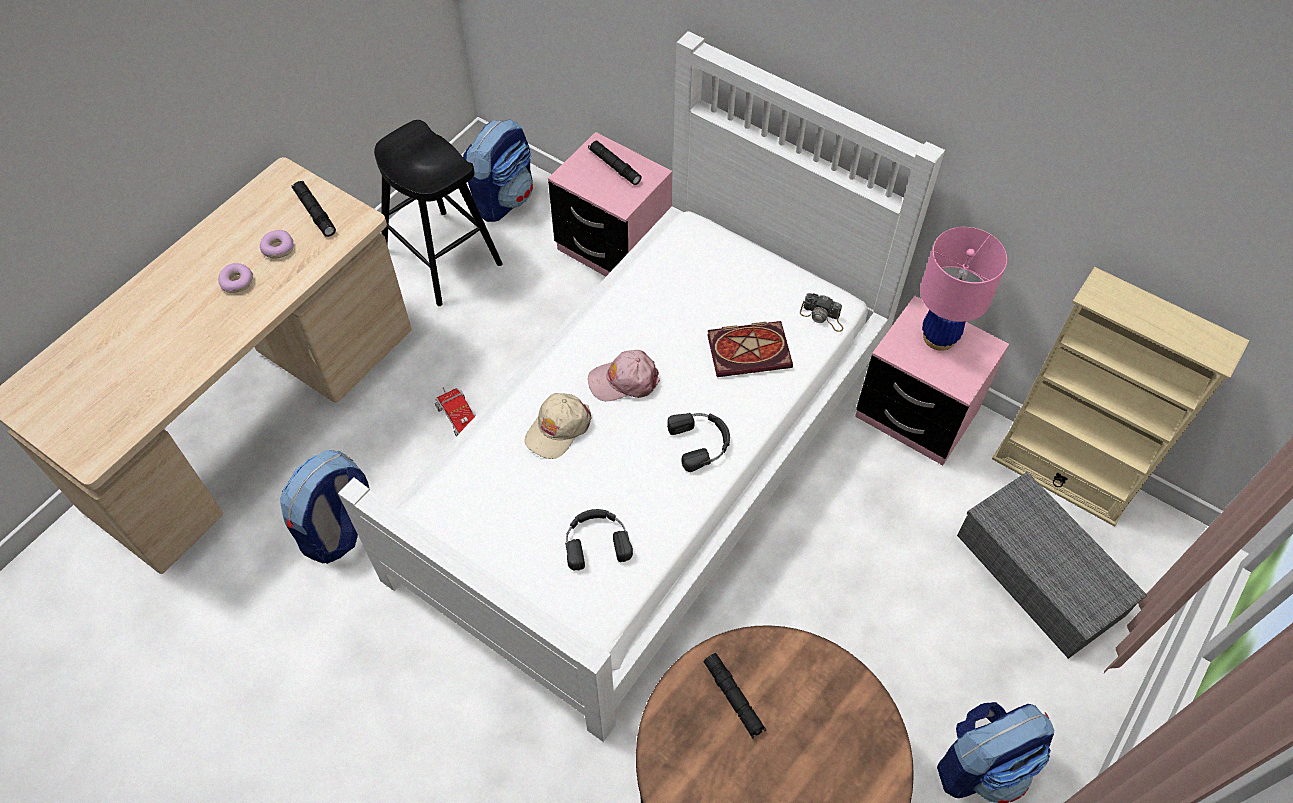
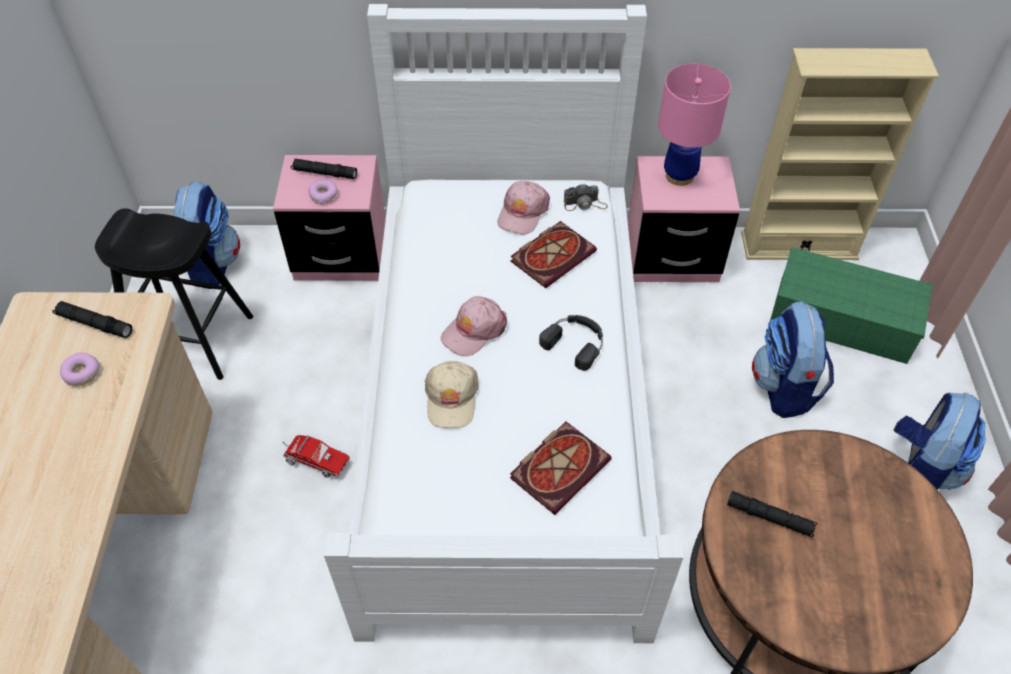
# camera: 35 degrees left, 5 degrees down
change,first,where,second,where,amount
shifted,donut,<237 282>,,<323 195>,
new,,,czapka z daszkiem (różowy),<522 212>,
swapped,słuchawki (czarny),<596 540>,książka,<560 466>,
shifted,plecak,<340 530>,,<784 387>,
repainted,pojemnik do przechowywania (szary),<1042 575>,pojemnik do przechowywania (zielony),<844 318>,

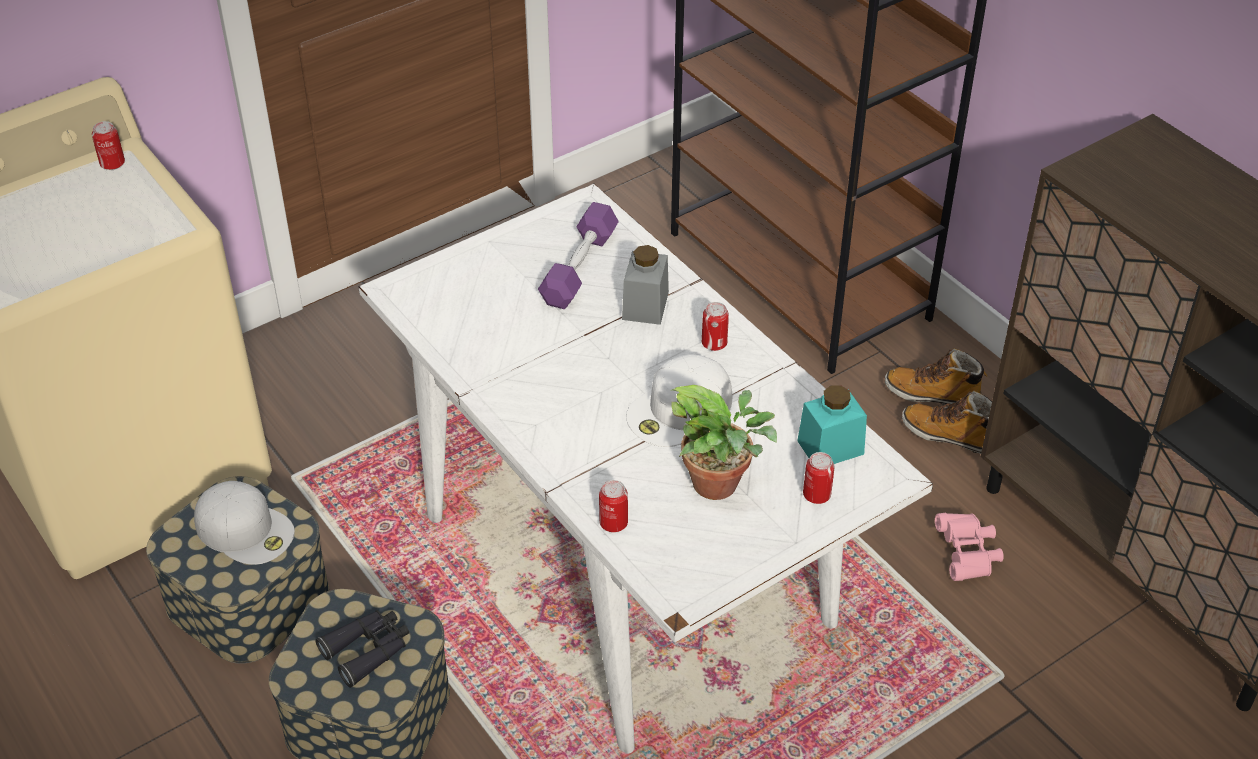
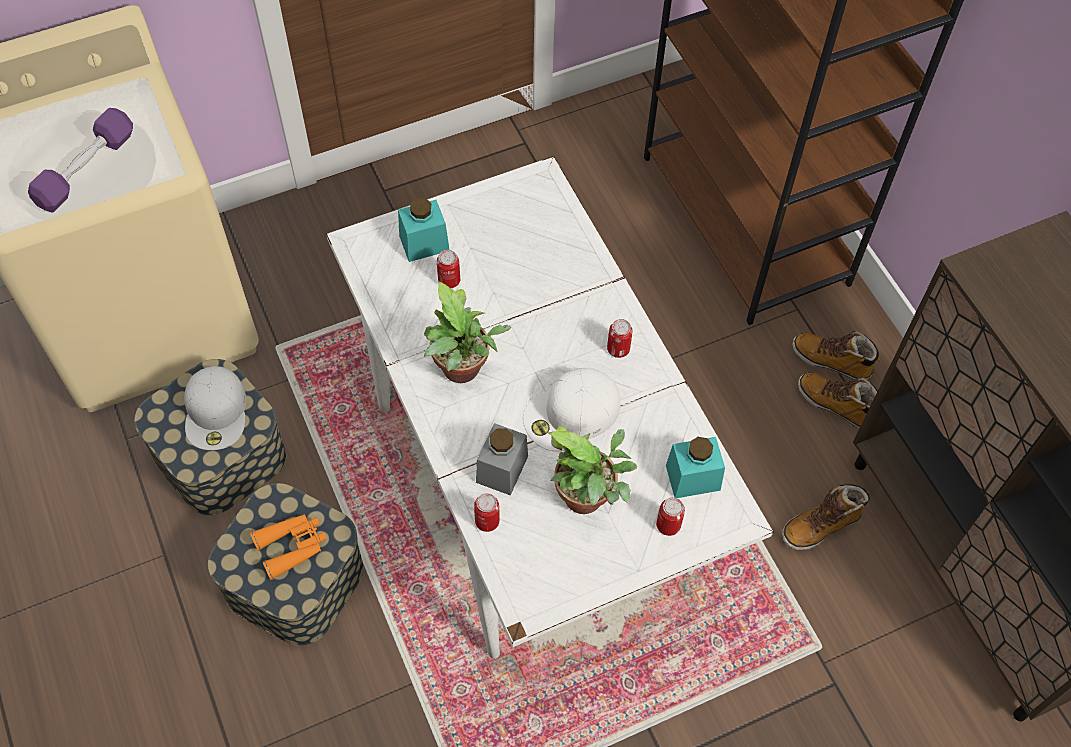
# camera: 10 degrees right, 15 degrees up
change,first,where,second,where,amount
shifted,hantel (fioletowy),<579 267>,,<86 169>,
rotated,czapka z daszkiem (biały),<245 529>,,<217 412>,45 degrees clockwise
repainted,lornetka (czarny),<368 650>,lornetka (pomarańczowy),<292 546>,
new,,,słoik (turkusowy),<424 243>,
new,,,roślina doniczkowa,<463 372>,
shifted,puszka,<112 164>,,<449 280>,
shifted,słoik (szary),<645 306>,,<502 469>,
swapped,lornetka (różowy),<967 555>,but z cholewką,<821 526>,

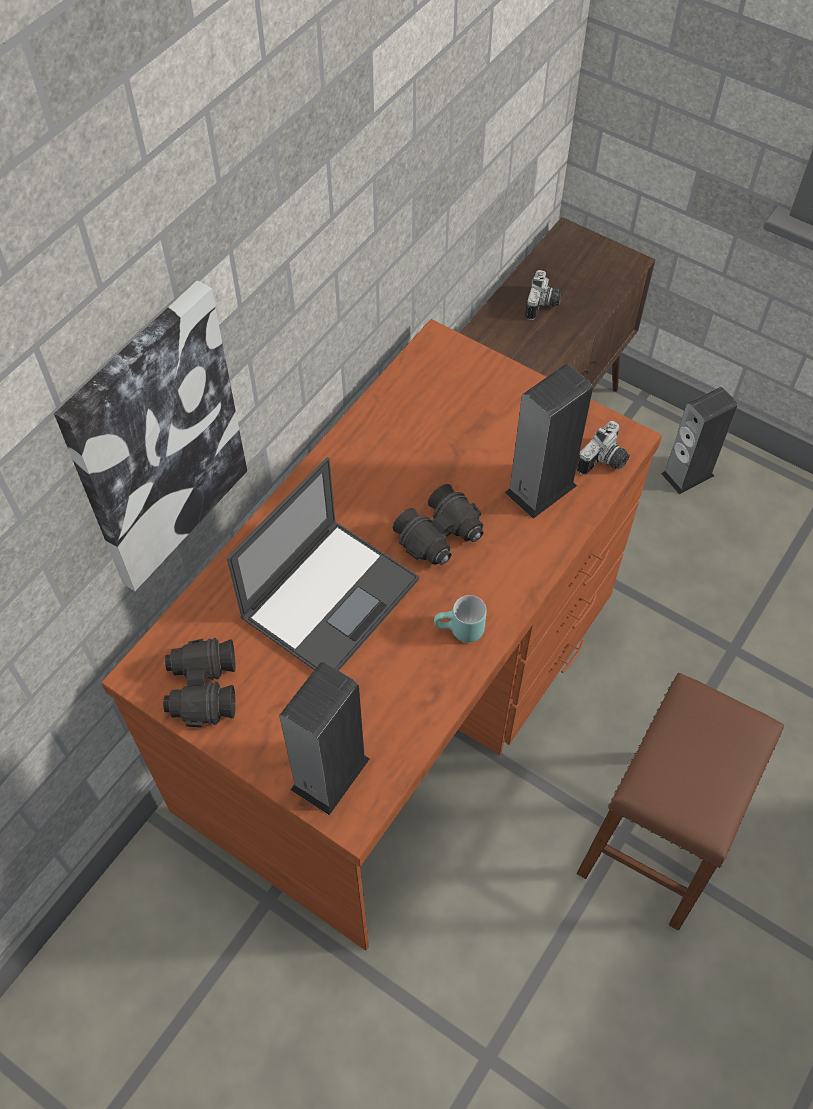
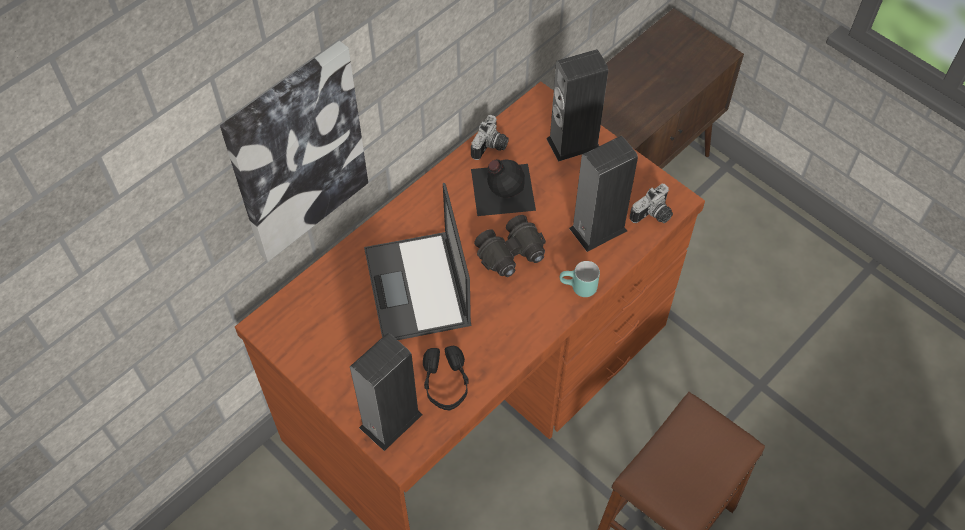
# camera: 10 degrees right, 0 degrees up
change,first,where,second,where,amount
rotated,laptop,<331 597>,,<418 288>,120 degrees clockwise
new,,,słuchawki (czarny),<446 383>,
shifted,aparat fotograficzny,<543 305>,,<491 147>,
new,,,butelka (czarny),<501 188>,
shifted,głośnik,<687 474>,,<573 143>,
shifted,kubek (turkusowy),<460 632>,,<578 289>,
gone,lornetka (czarny),<202 689>,,,

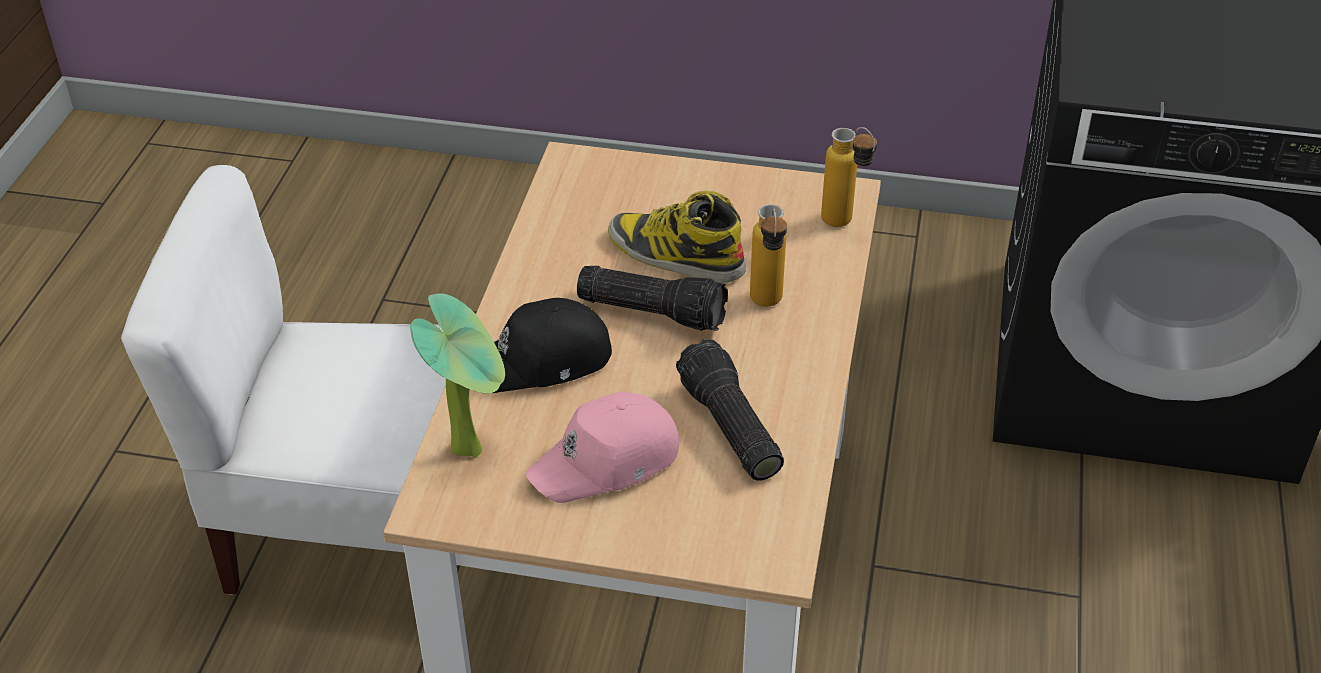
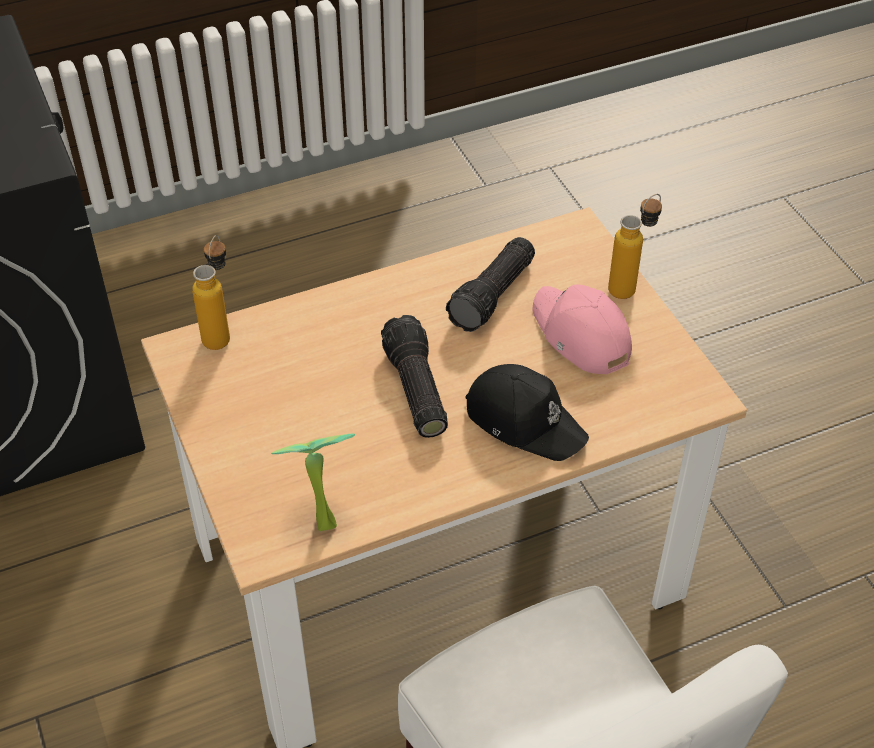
# camera: 125 degrees left, 5 degrees up
change,first,where,second,where,amount
shifted,roślina doniczkowa,<472 447>,,<320 520>,
rotated,czapka z daszkiem (różowy),<607 462>,,<580 335>,150 degrees counterclockwise
shifted,butelka,<767 306>,,<630 286>,
gone,but z cholewką,<675 255>,,,

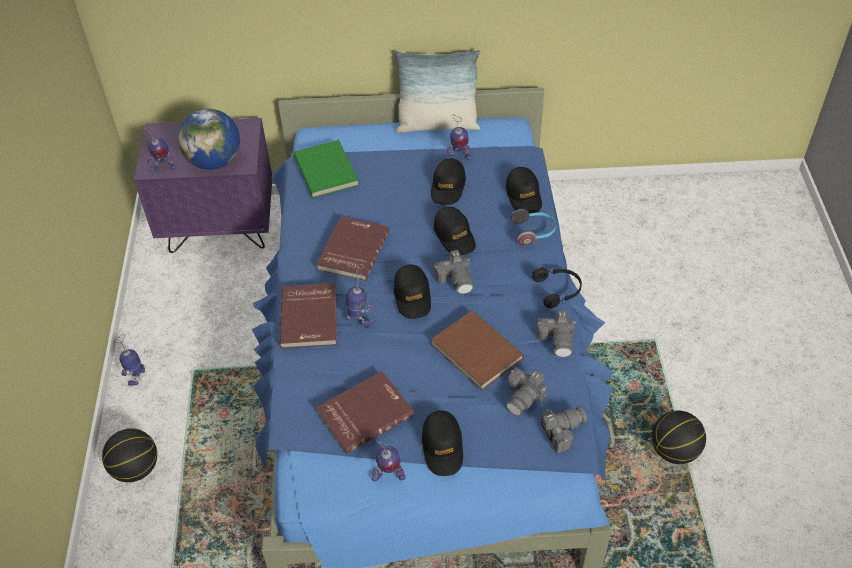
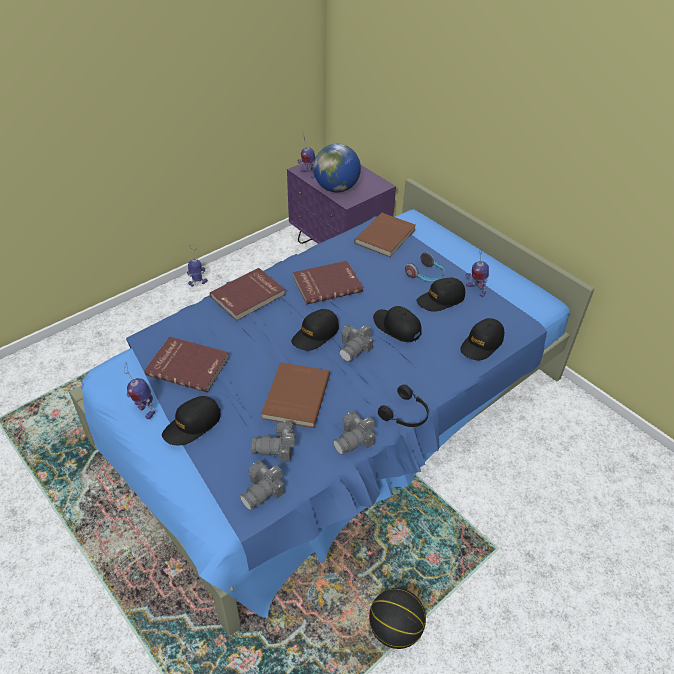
# camera: 50 degrees right, 5 degrees down
change,first,where,second,where,amount
rotated,aparat fotograficzny,<561 431>,,<263 491>,105 degrees clockwise
repainted,książka (zielony),<327 171>,książka (brązowy),<386 237>,
rotated,czapka z daszkiem (czarny),<454 236>,,<396 327>,105 degrees clockwise
shifted,słuchawki,<534 232>,,<426 275>,
gone,piłka do koszykówki,<136 468>,,,
gone,robot zabawkowy,<359 319>,,,
gone,poduszka,<437 124>,,,

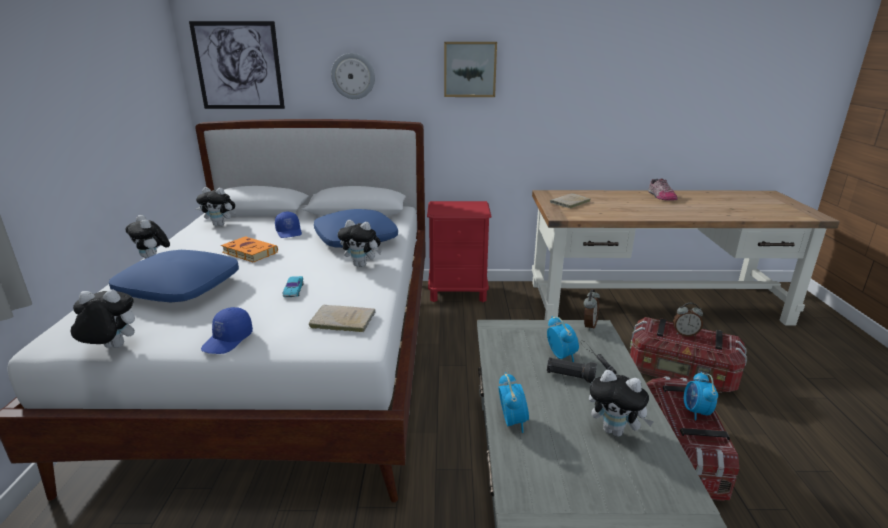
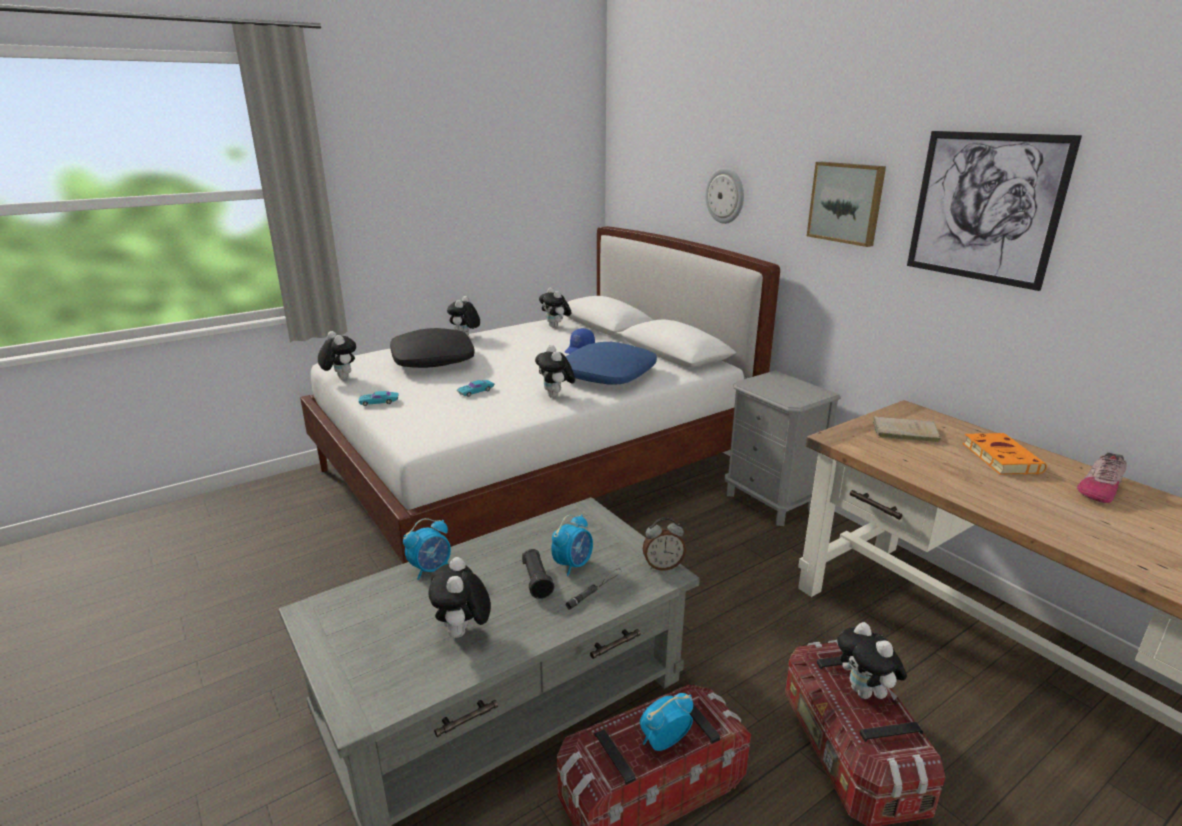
# camera: 55 degrees right, 0 degrees up
change,first,where,second,where,amount
swapped,czapka z daszkiem (niebieski),<228 340>,samochodzik (turkusowy),<379 402>,
repainted,poduszka (niebieski),<180 287>,poduszka (czarny),<433 359>,
repainted,szafka nocna (czerwony),<458 292>,szafka nocna (szary),<771 501>,
swapped,budzik,<685 334>,pluszak,<865 693>,
shifted,obraz,<238 66>,,<985 207>,
shifted,książka (pomarańczowy),<248 252>,,<999 457>,
gone,książka (beżowy),<341 320>,,,

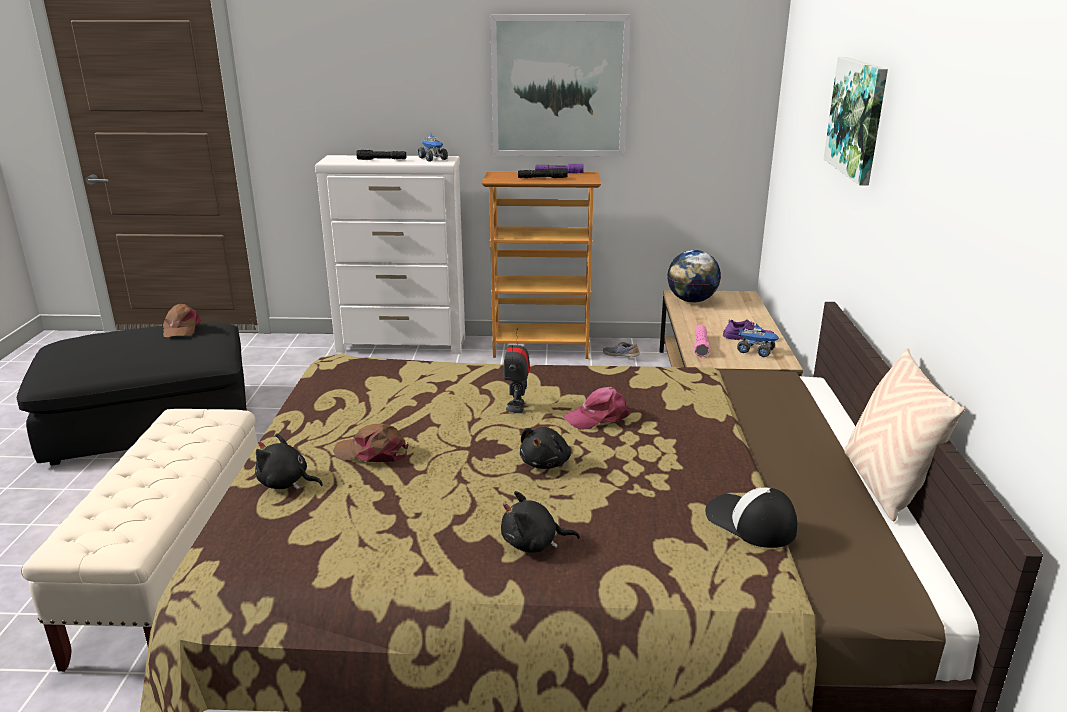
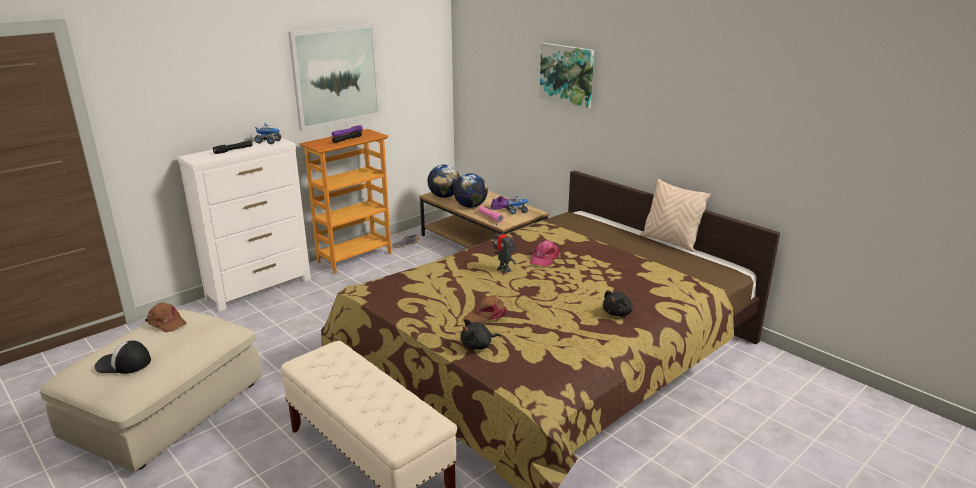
# camera: 45 degrees left, 0 degrees up
change,first,where,second,where,amount
repainted,pufa (czarny),<152 422>,pufa (beżowy),<166 409>,
shifted,czapka z daszkiem,<750 522>,,<123 363>,
new,,,globus,<470 206>,
gone,pluszak (czarny),<546 463>,,,

